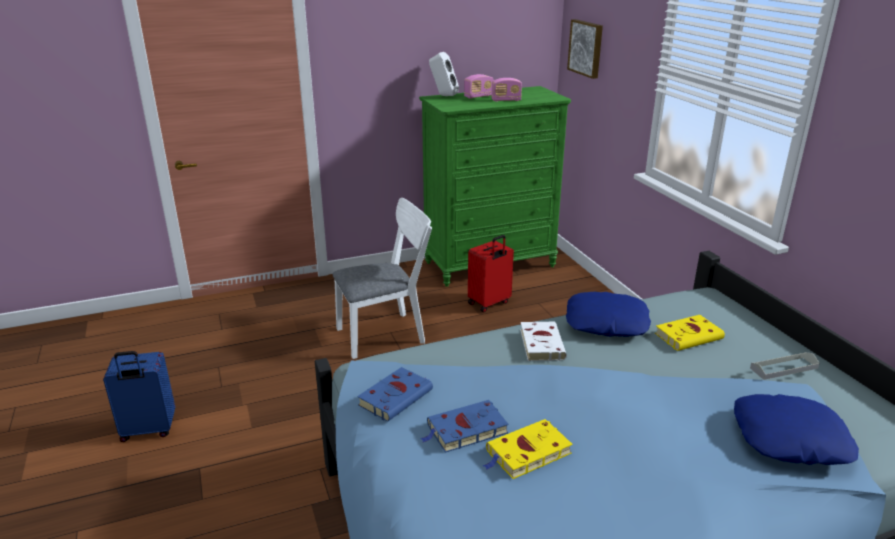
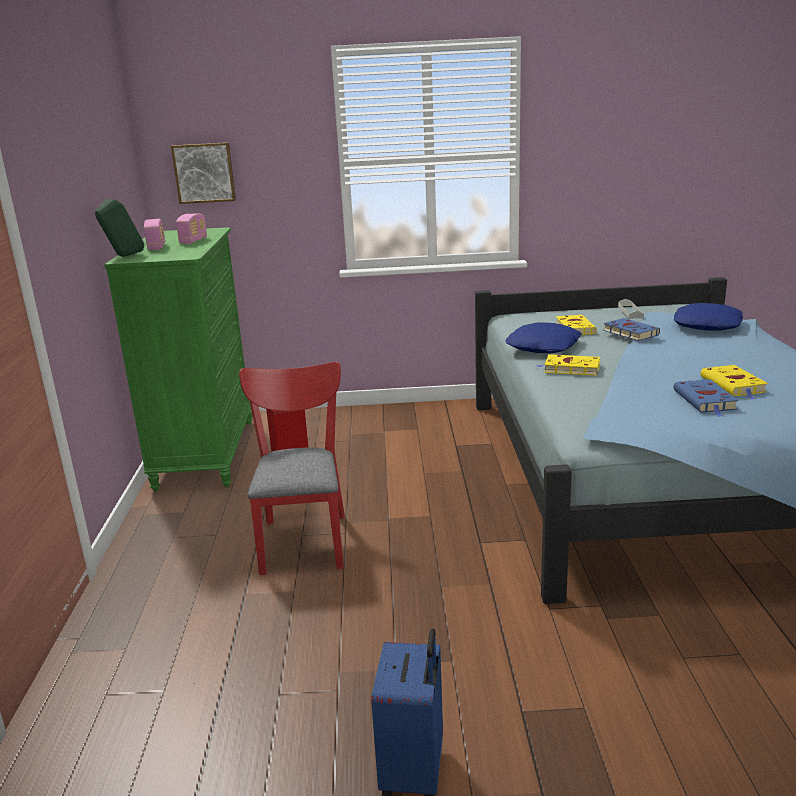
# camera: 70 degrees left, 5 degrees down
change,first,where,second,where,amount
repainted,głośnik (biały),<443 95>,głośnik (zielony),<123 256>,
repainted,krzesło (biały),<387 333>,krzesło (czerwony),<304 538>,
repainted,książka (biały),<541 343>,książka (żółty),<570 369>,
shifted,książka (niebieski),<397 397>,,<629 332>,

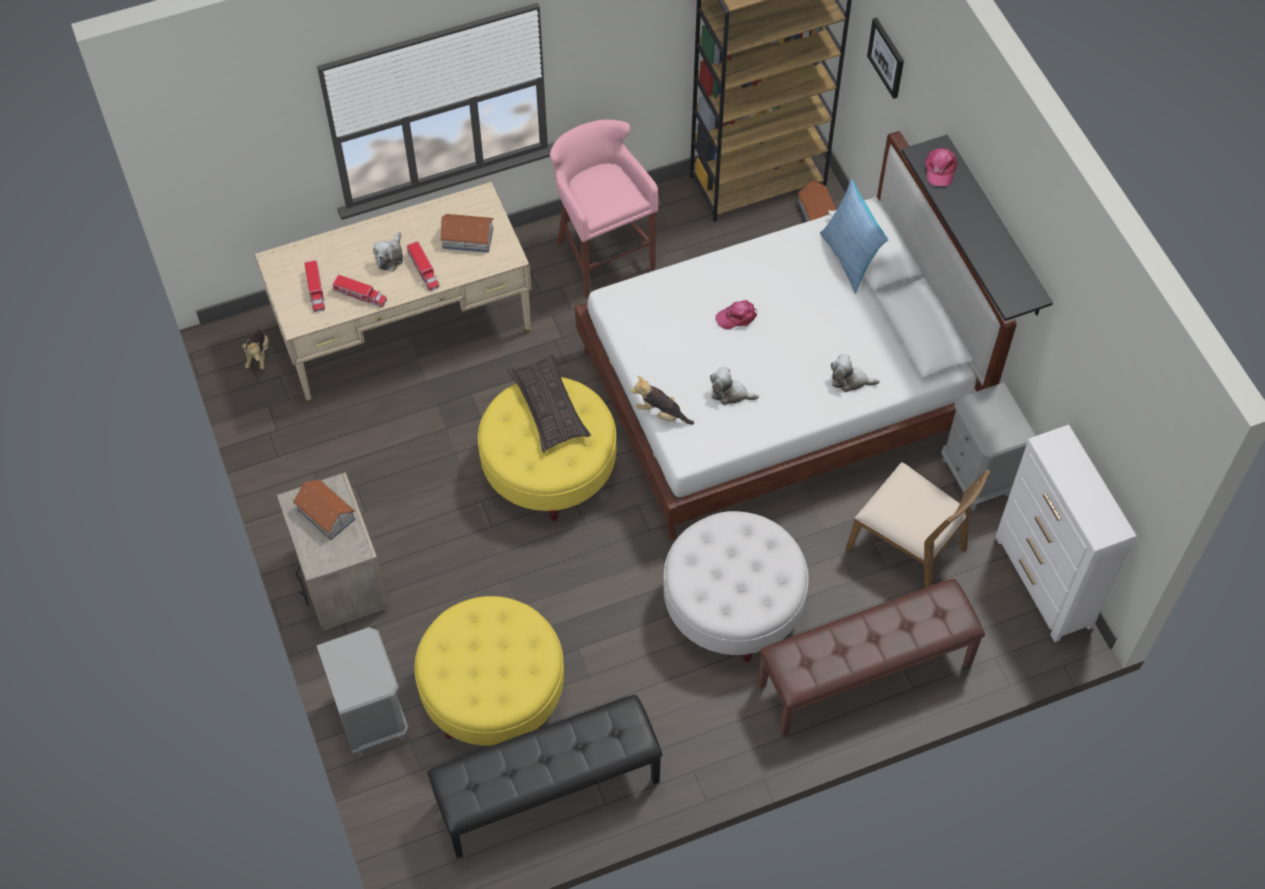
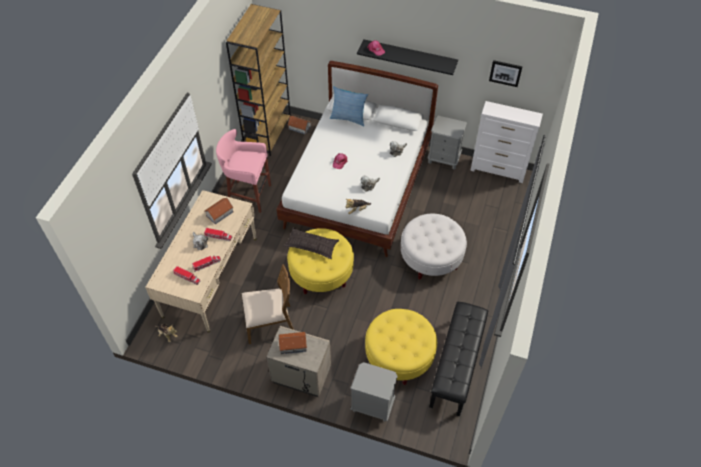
# camera: 50 degrees left, 5 degrees down
change,first,where,second,where,amount
shifted,krzesło (brązowy),<908 547>,,<270 323>,
shifted,obraz,<887 57>,,<505 73>,
gone,ławka (brązowy),<865 675>,,,

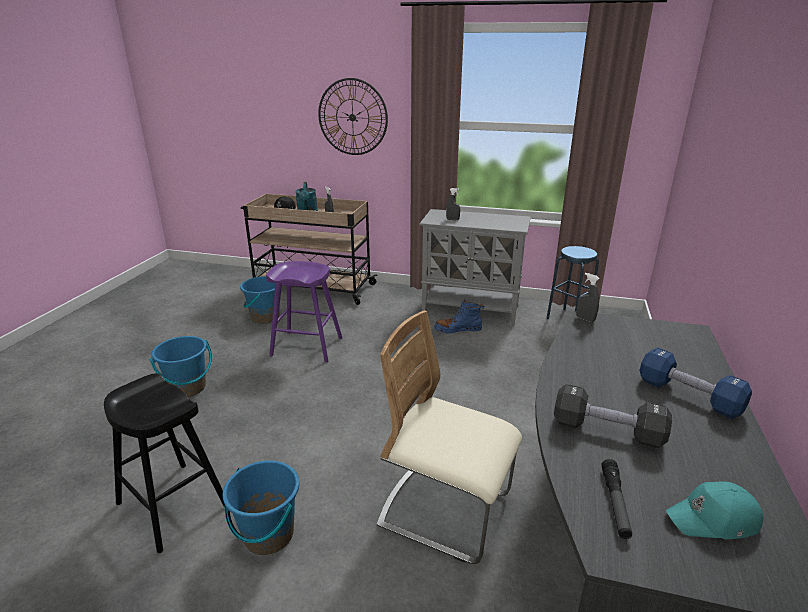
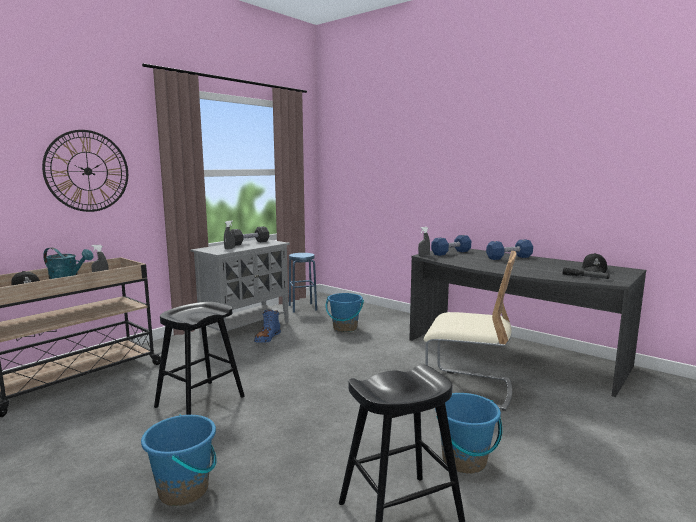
# camera: 65 degrees left, 15 degrees down
change,first,where,second,where,amount
repainted,stołek (fioletowy),<306 346>,stołek (czarny),<200 402>,
shifted,hantel (czarny),<607 431>,,<249 243>,
shifted,wiadro (niebieski),<265 317>,,<345 328>,
rotated,krzesło (beżowy),<445 511>,,<468 389>,120 degrees counterclockwise
new,,,hantel (niebieski),<451 253>,
repainted,czapka z daszkiem (turkusowy),<714 520>,czapka z daszkiem (czarny),<594 270>,

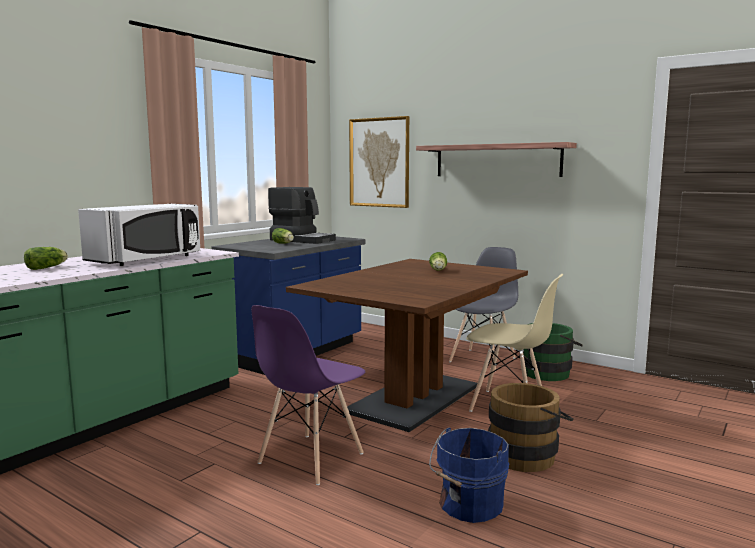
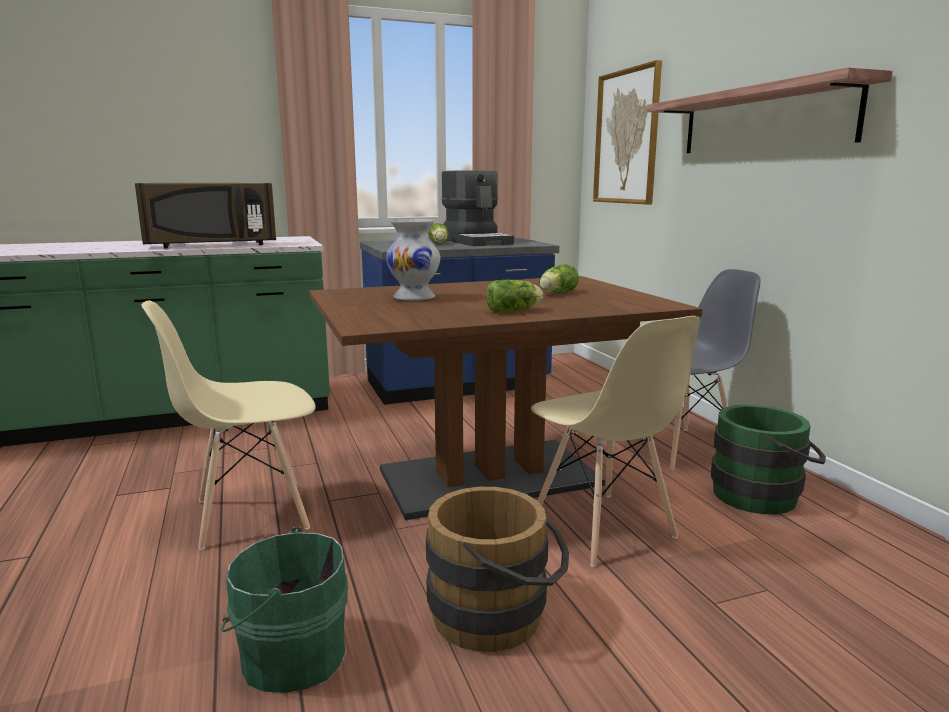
# camera: 35 degrees right, 5 degrees up
change,first,where,second,where,amount
repainted,mikrofalówka (biały),<148 260>,mikrofalówka (brązowy),<212 245>,
repainted,krzesło (fioletowy),<310 459>,krzesło (beżowy),<250 515>,
repainted,wiadro (niebieski),<468 505>,wiadro (zielony),<289 655>,
new,,,wazon (biały),<413 298>,
shifted,sałata,<47 267>,,<515 311>,

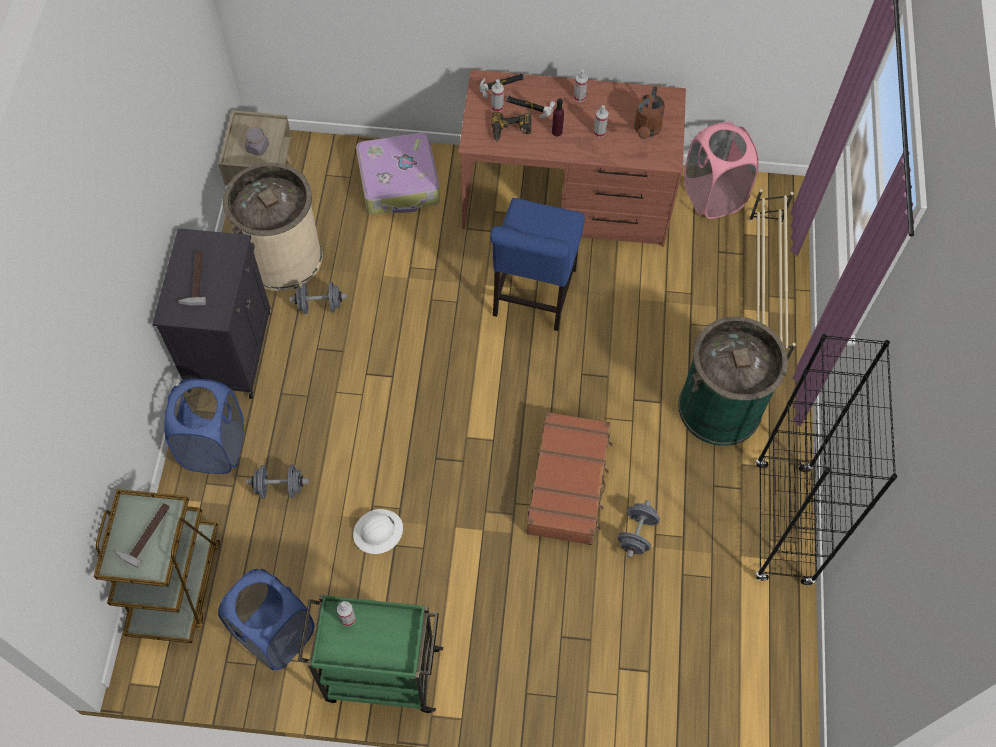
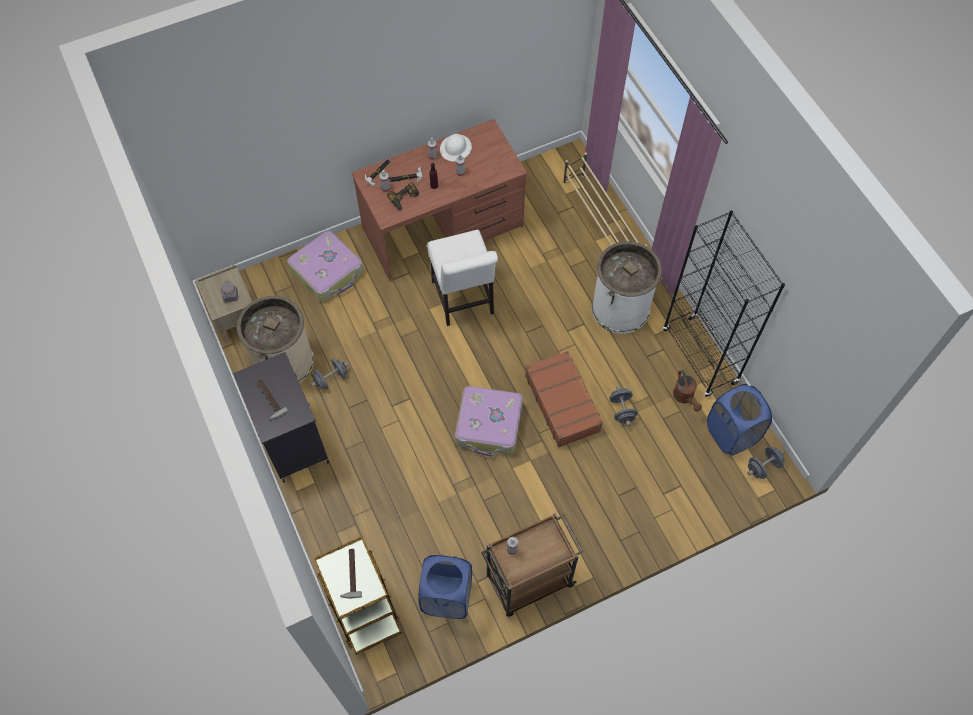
# camera: 30 degrees left, 0 degrees up
change,first,where,second,where,amount
repainted,krzesło (niebieski),<532 296>,krzesło (biały),<463 300>,
shifted,kask (biały),<378 532>,,<456 148>,
new,,,walizka,<489 425>,
repainted,wózek (zielony),<380 675>,wózek (brązowy),<528 582>,
repainted,kosz na śmieci (zielony),<720 407>,kosz na śmieci (biały),<620 308>,
shifted,konewka (brązowy),<646 130>,,<685 397>,
shifted,kosz na pranie (niebieski),<215 447>,,<731 433>,
shifted,hantel (szary),<280 487>,,<763 467>,
gone,kosz na pranie (różowy),<712 196>,,,

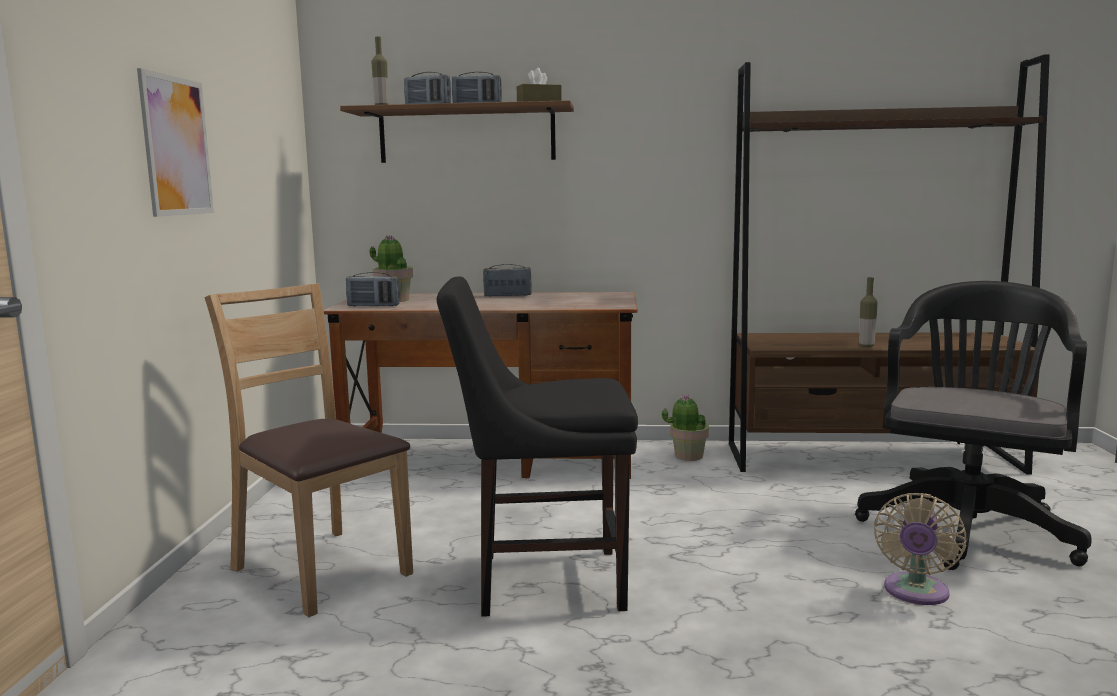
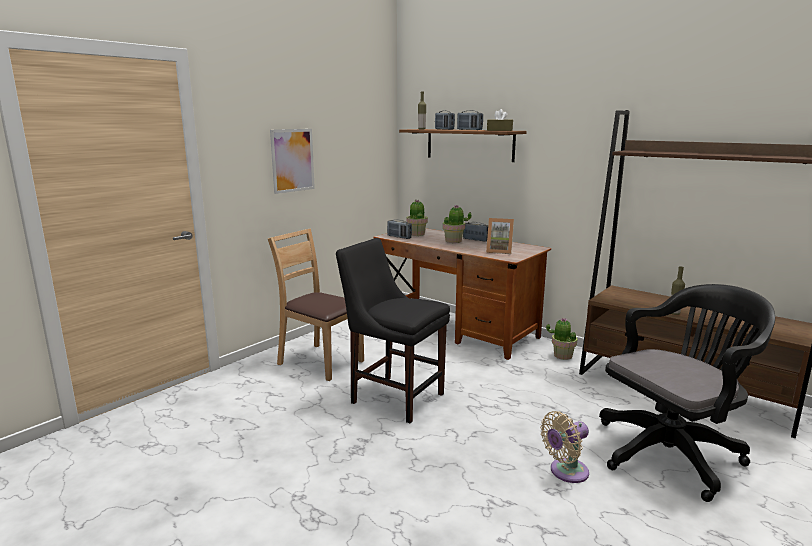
# camera: 35 degrees right, 5 degrees up
change,first,where,second,where,amount
rotated,krzesło (brązowy),<321 570>,,<320 362>,45 degrees counterclockwise
new,,,roślina doniczkowa,<453 241>,
new,,,ramka na zdjęcie,<499 251>,

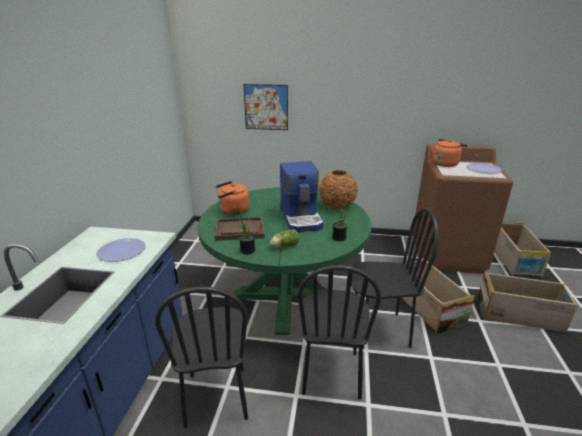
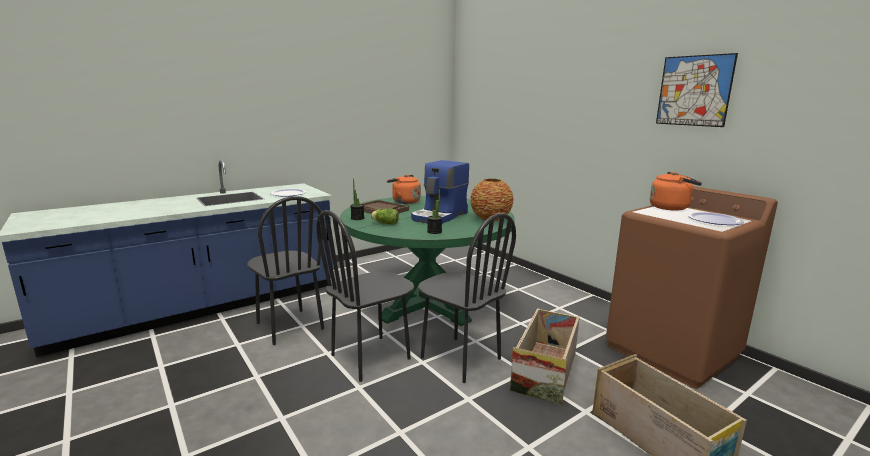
# camera: 45 degrees right, 10 degrees down
change,first,where,second,where,amount
rotated,krzesło (czarny),<216 396>,,<289 326>,75 degrees counterclockwise
shifted,obraz,<266 107>,,<694 91>,
gone,skrzynka,<514 260>,,,

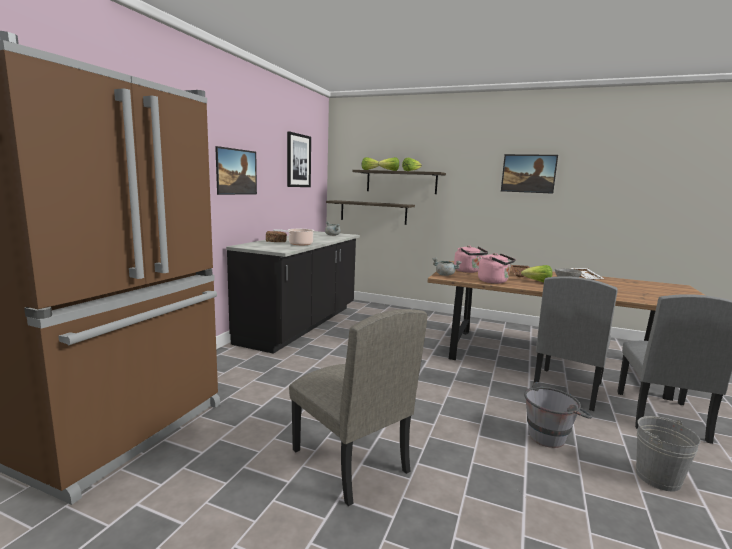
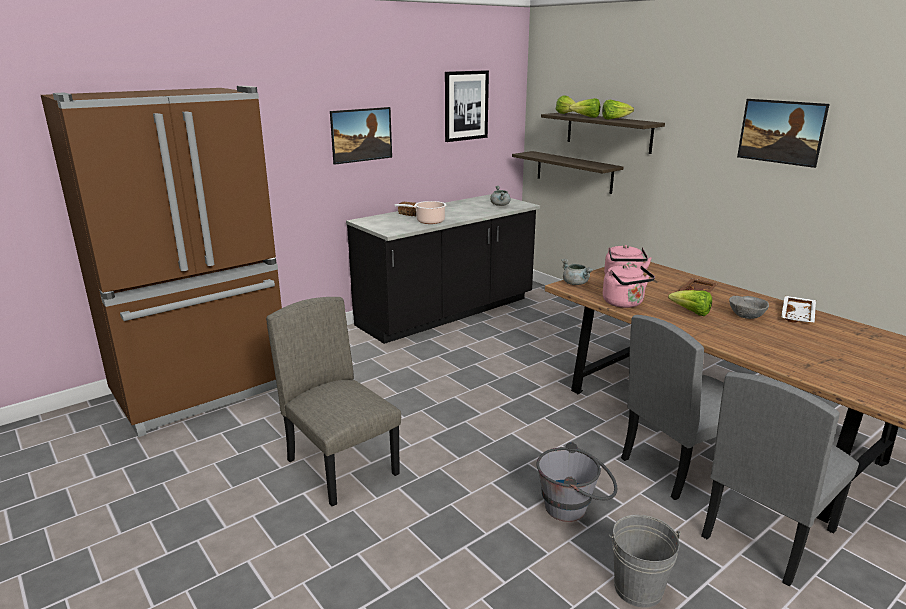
# camera: 30 degrees right, 10 degrees up
change,first,where,second,where,amount
rotated,krzesło (beżowy),<349 461>,,<342 467>,150 degrees clockwise

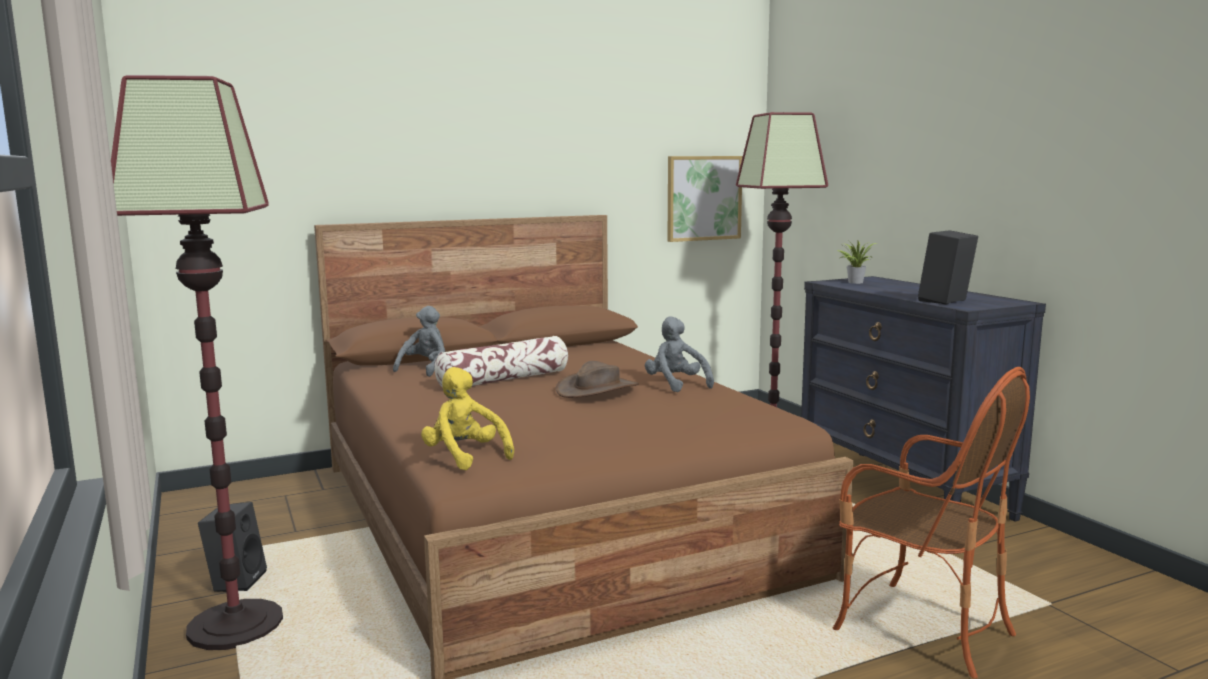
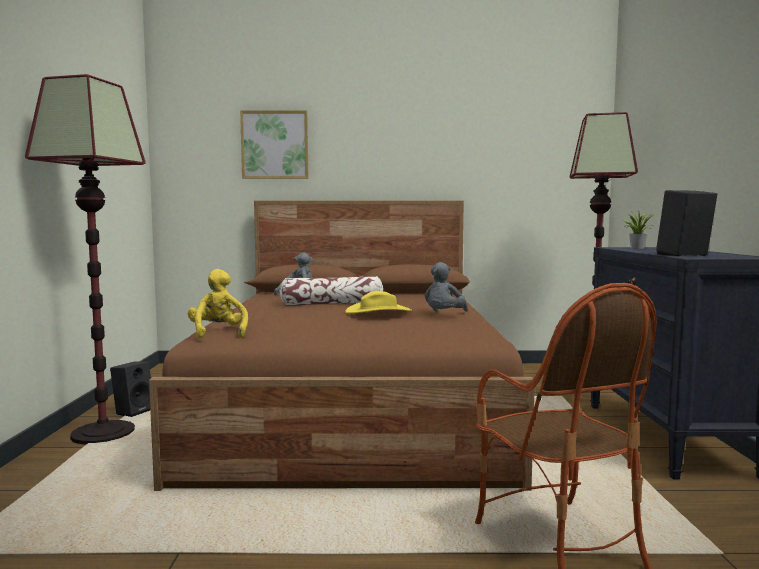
# camera: 25 degrees right, 5 degrees down
change,first,where,second,where,amount
shifted,obraz,<703 198>,,<275 145>,
repainted,kapelusz (brązowy),<597 389>,kapelusz (żółty),<378 311>,
rotated,pluszak (szary),<676 385>,,<444 315>,150 degrees counterclockwise

